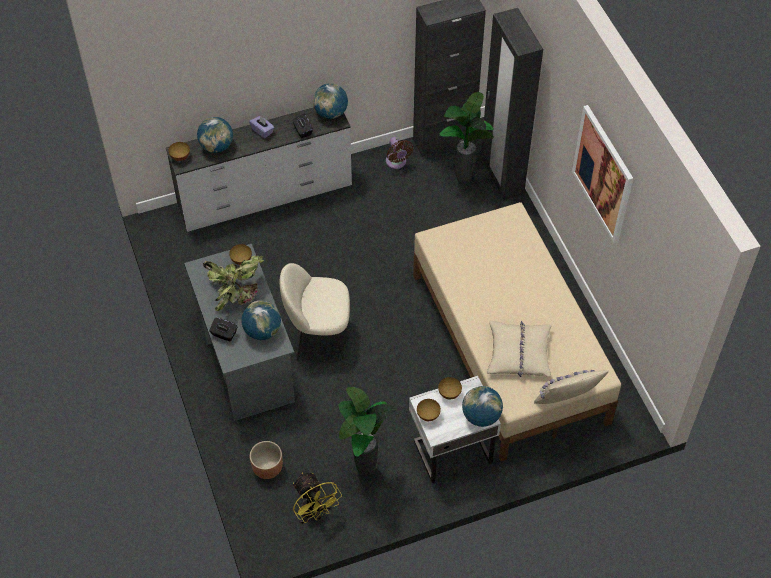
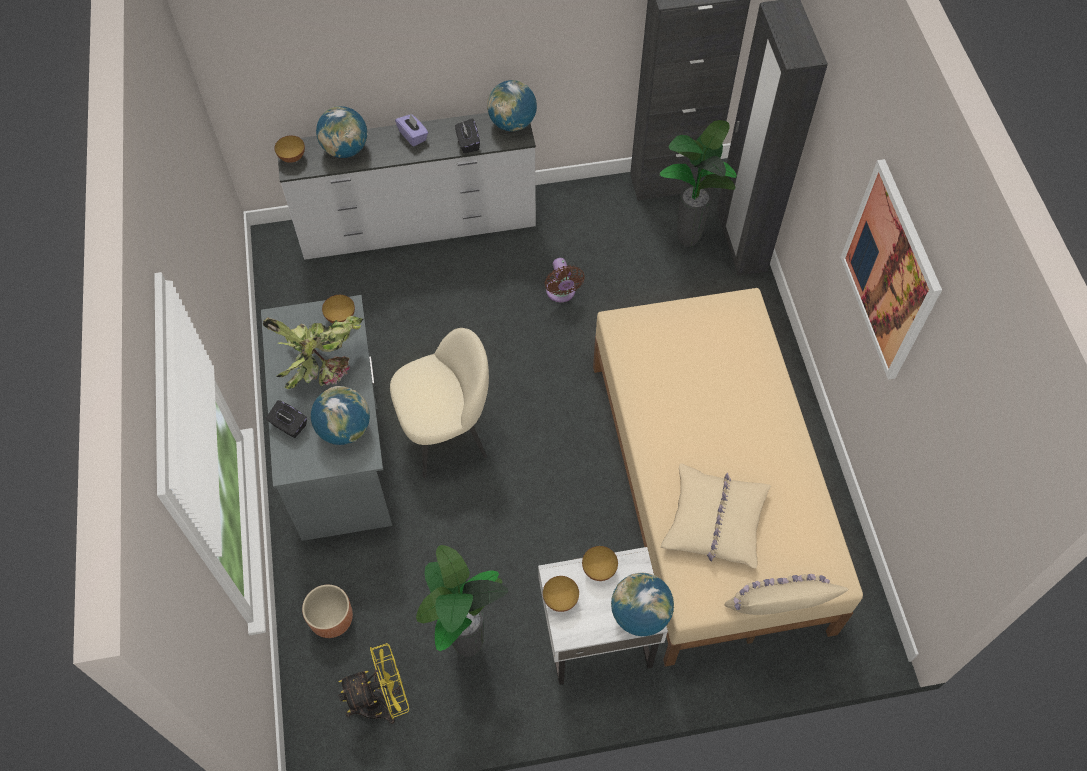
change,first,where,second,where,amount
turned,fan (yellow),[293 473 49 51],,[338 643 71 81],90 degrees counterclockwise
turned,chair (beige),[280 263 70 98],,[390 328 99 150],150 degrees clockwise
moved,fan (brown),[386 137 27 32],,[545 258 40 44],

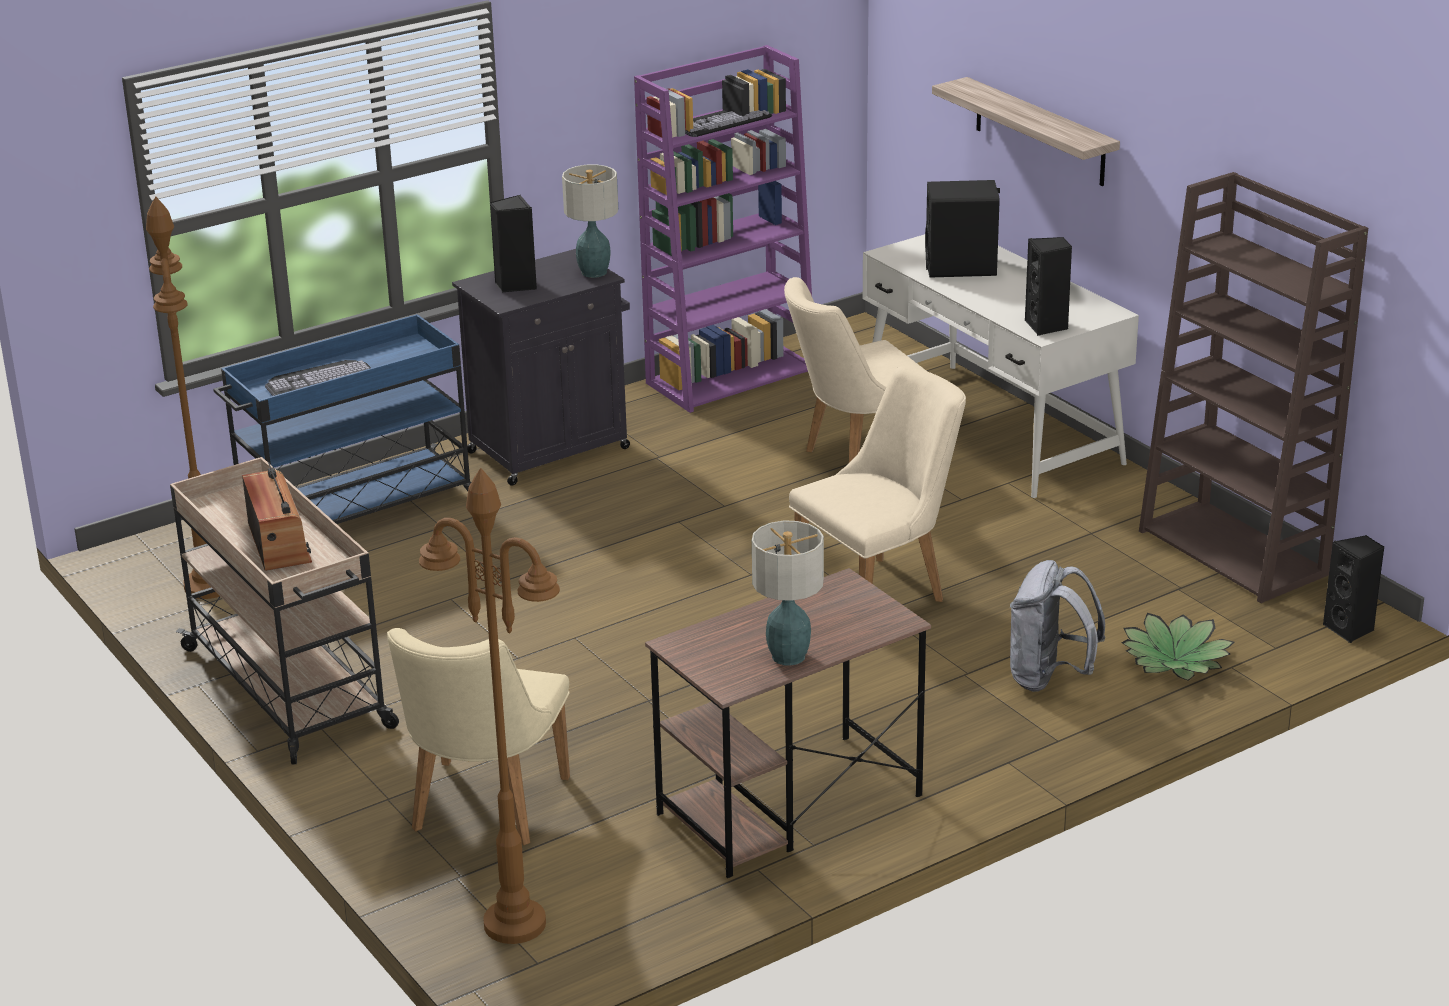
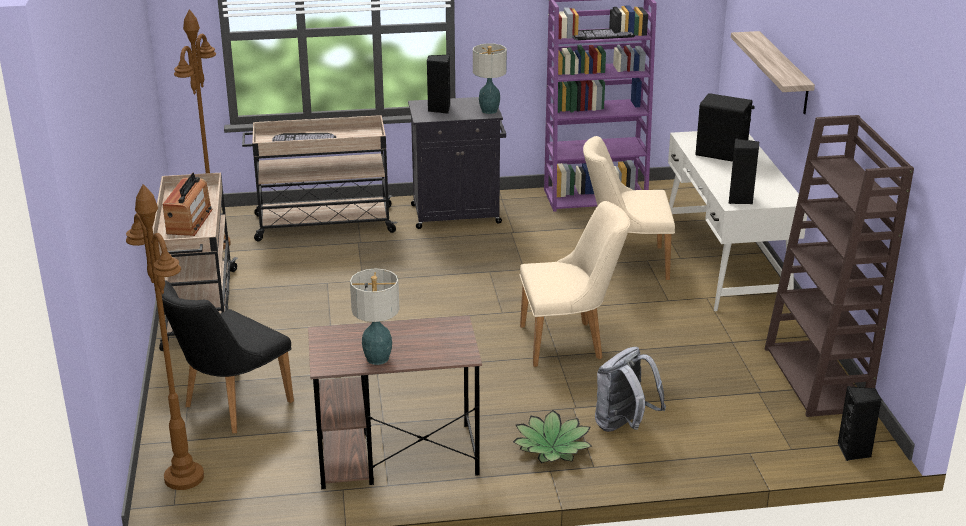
change,first,where,second,where,amount
recoloured,chair (beige),[387 628 183 217],chair (black),[162 280 132 153],
recoloured,cart (blue),[213 314 258 210],cart (beige),[242 115 155 127],
moved,potted plant,[1122 613 112 67],,[513 410 79 53],

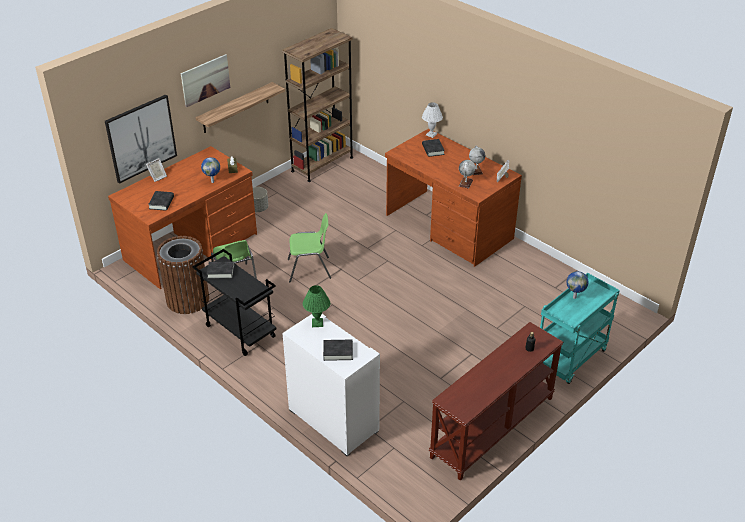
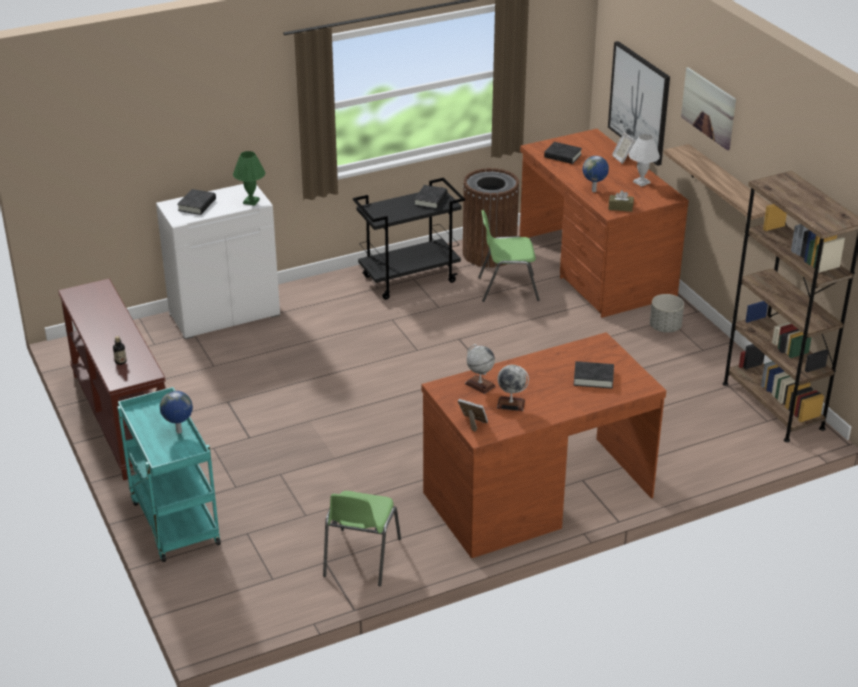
change,first,where,second,where,amount
moved,chair (green),[288 213 43 69],,[323 491 78 95],
moved,table lamp (white),[422 102 21 36],,[629 134 31 53],

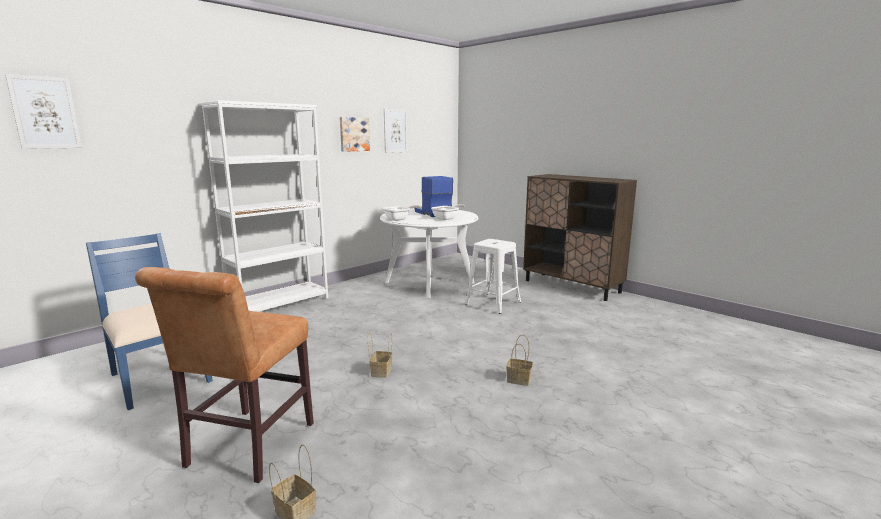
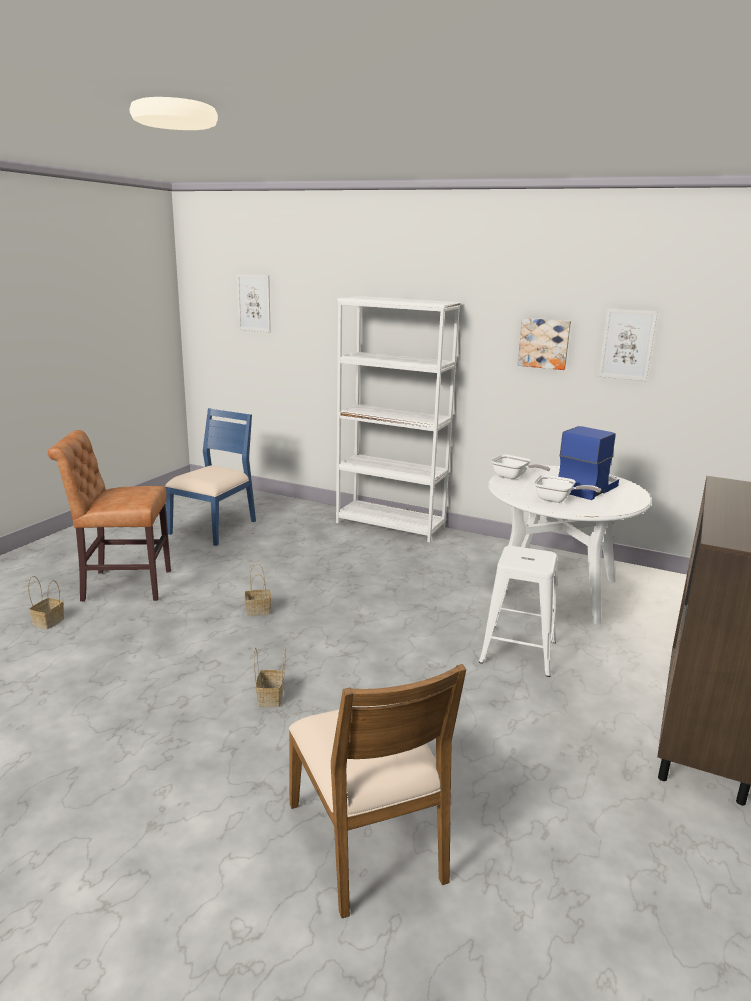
change,first,where,second,where,amount
added,,,chair (brown),[289 664 177 254],

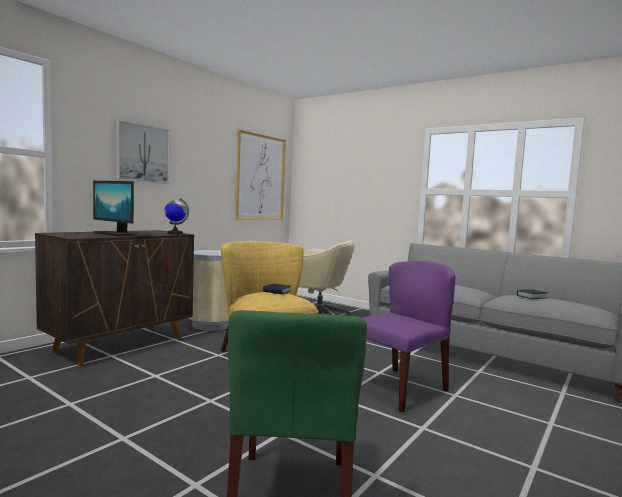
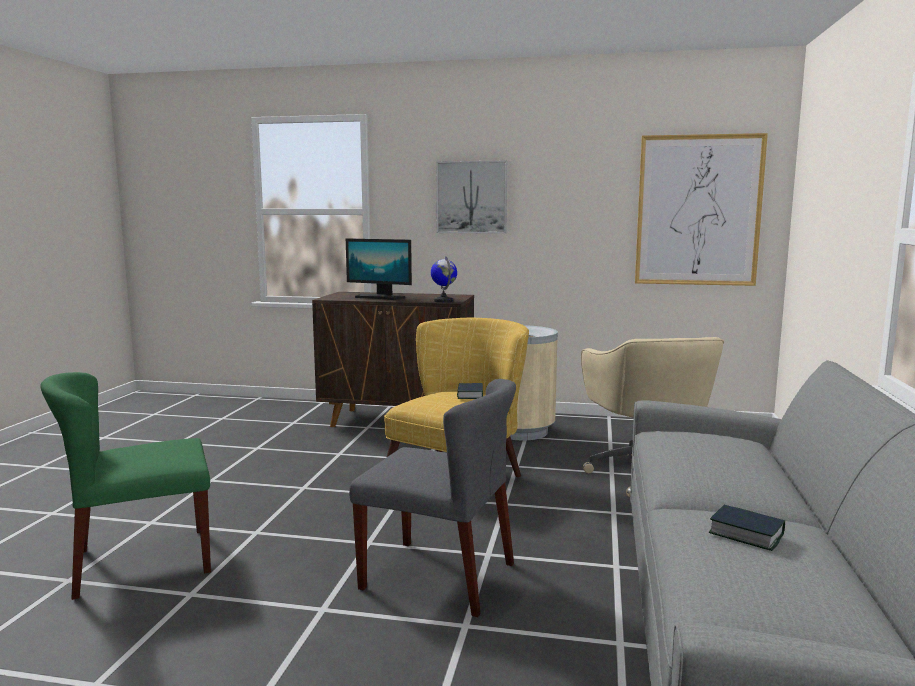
change,first,where,second,where,amount
turned,monitor,[93 181 41 55],,[346 238 66 62],75 degrees counterclockwise
recoloured,chair (purple),[362 261 93 152],chair (grey),[349 379 167 238],

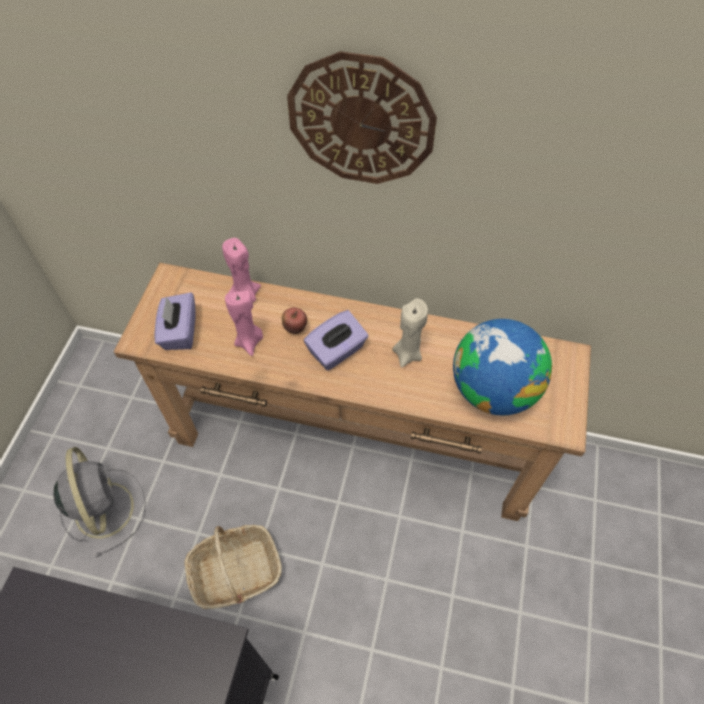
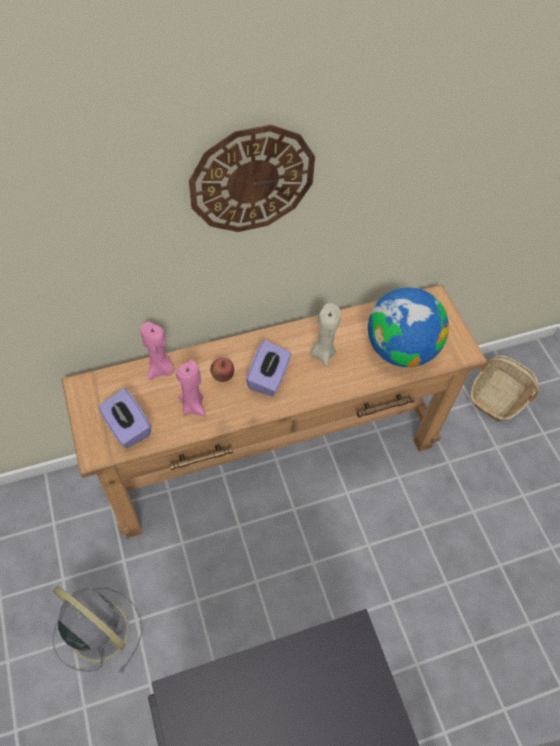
change,first,where,second,where,amount
moved,basket,[184 525 98 84],,[470 355 69 67],

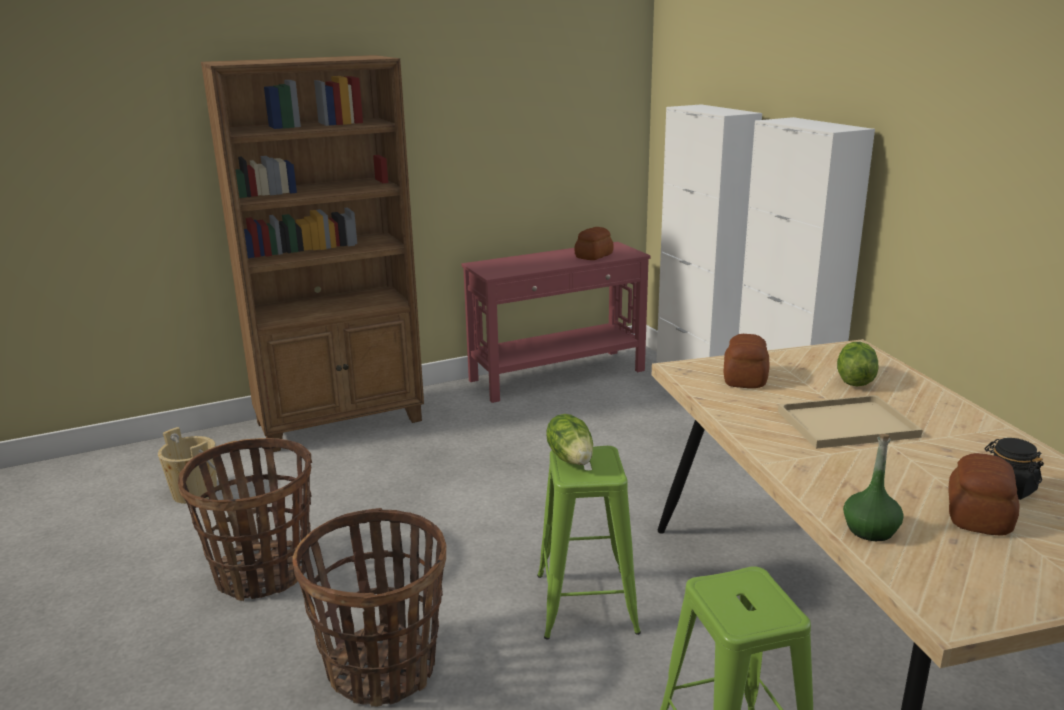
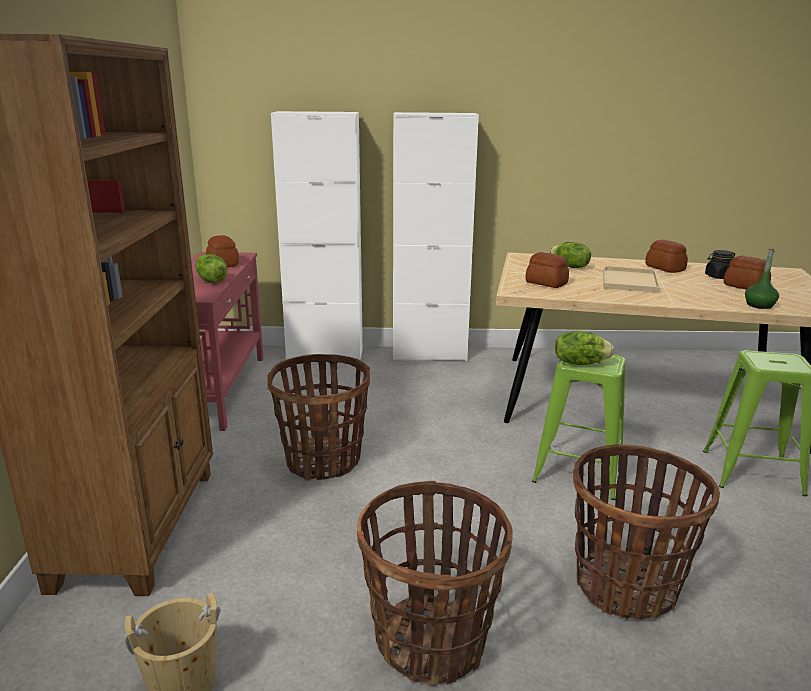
change,first,where,second,where,amount
added,,,lettuce,[195 254 33 29],
added,,,basket,[268 354 102 127],
added,,,bread,[645 240 43 33],

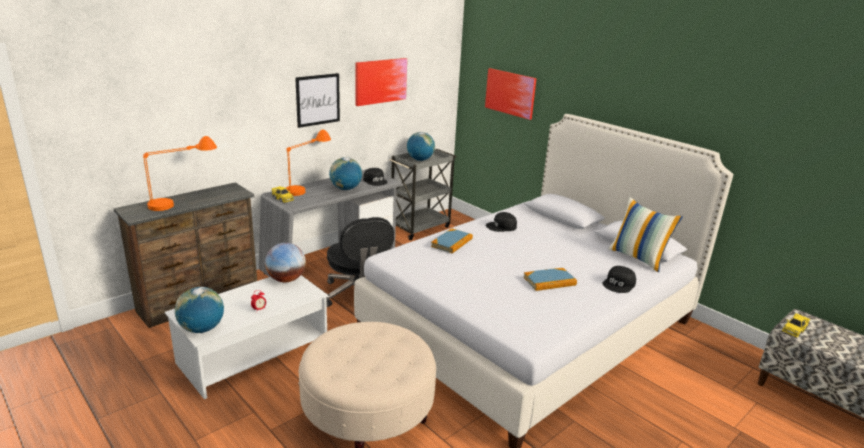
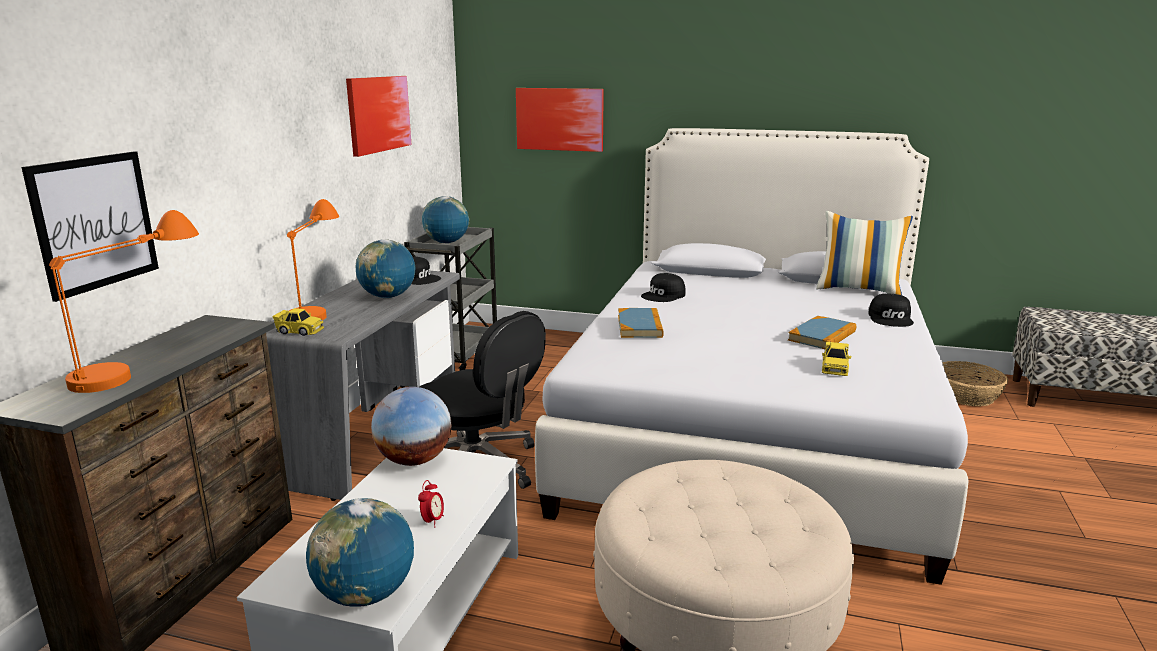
change,first,where,second,where,amount
moved,picture,[295 73 45 55],,[21 151 138 151],
moved,toy car (yellow),[782 313 28 24],,[822 342 29 34],
added,,,basket,[942 361 66 45],

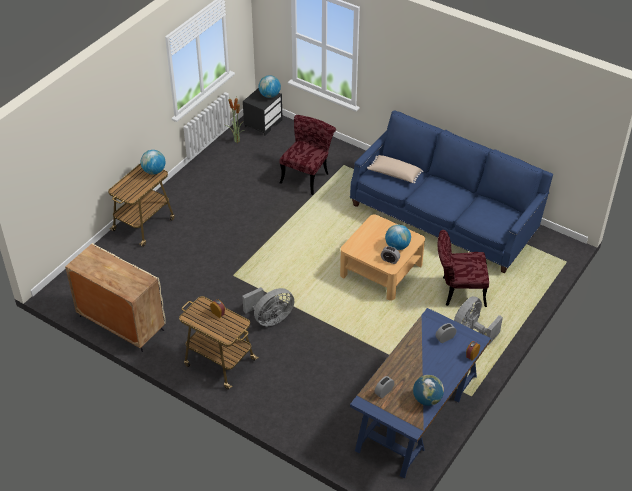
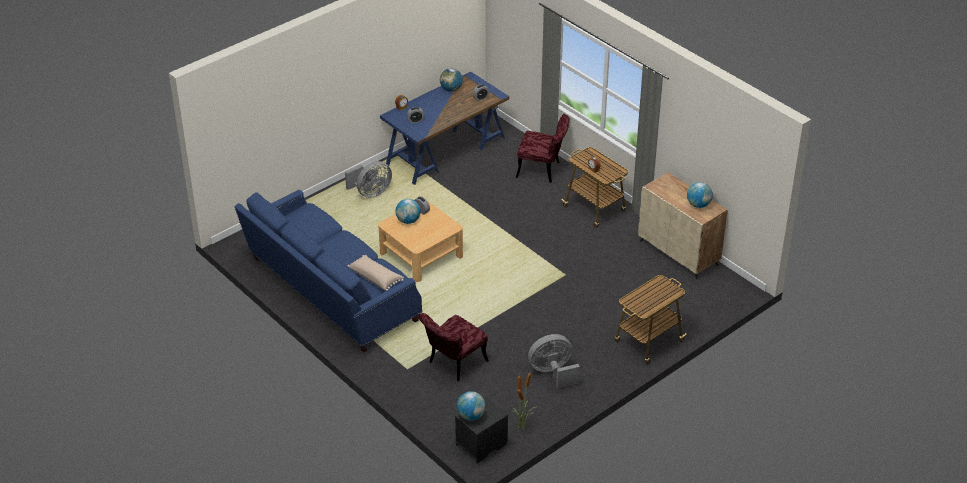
change,first,where,second,where,amount
moved,chair (red),[437 230 52 77],,[516 114 54 69],
moved,fan (grey),[242 287 52 39],,[528 334 52 55],
moved,globe,[141 150 25 25],,[687 182 26 26],

